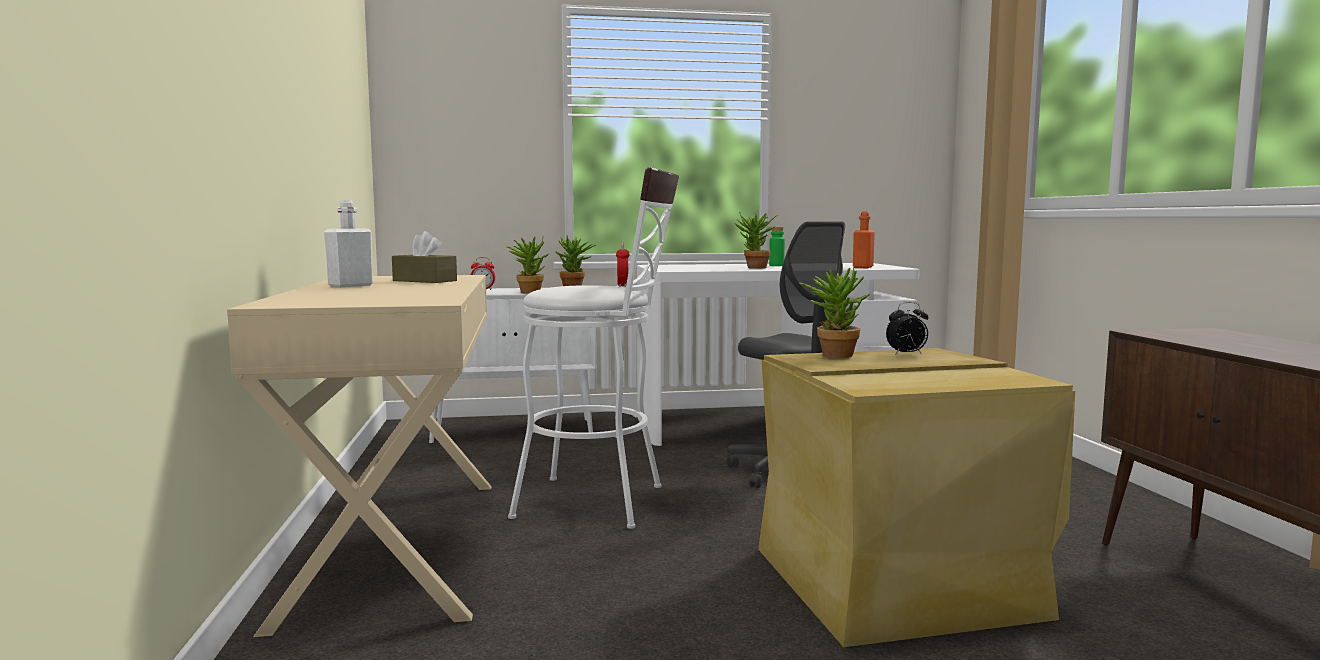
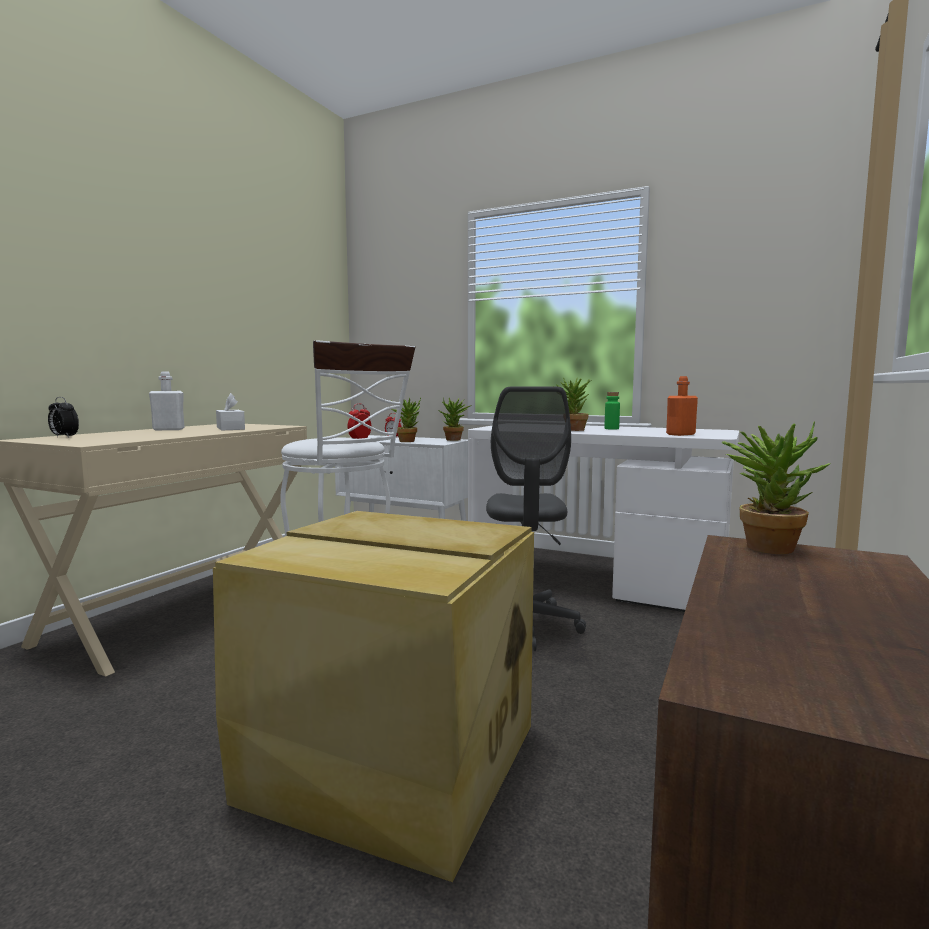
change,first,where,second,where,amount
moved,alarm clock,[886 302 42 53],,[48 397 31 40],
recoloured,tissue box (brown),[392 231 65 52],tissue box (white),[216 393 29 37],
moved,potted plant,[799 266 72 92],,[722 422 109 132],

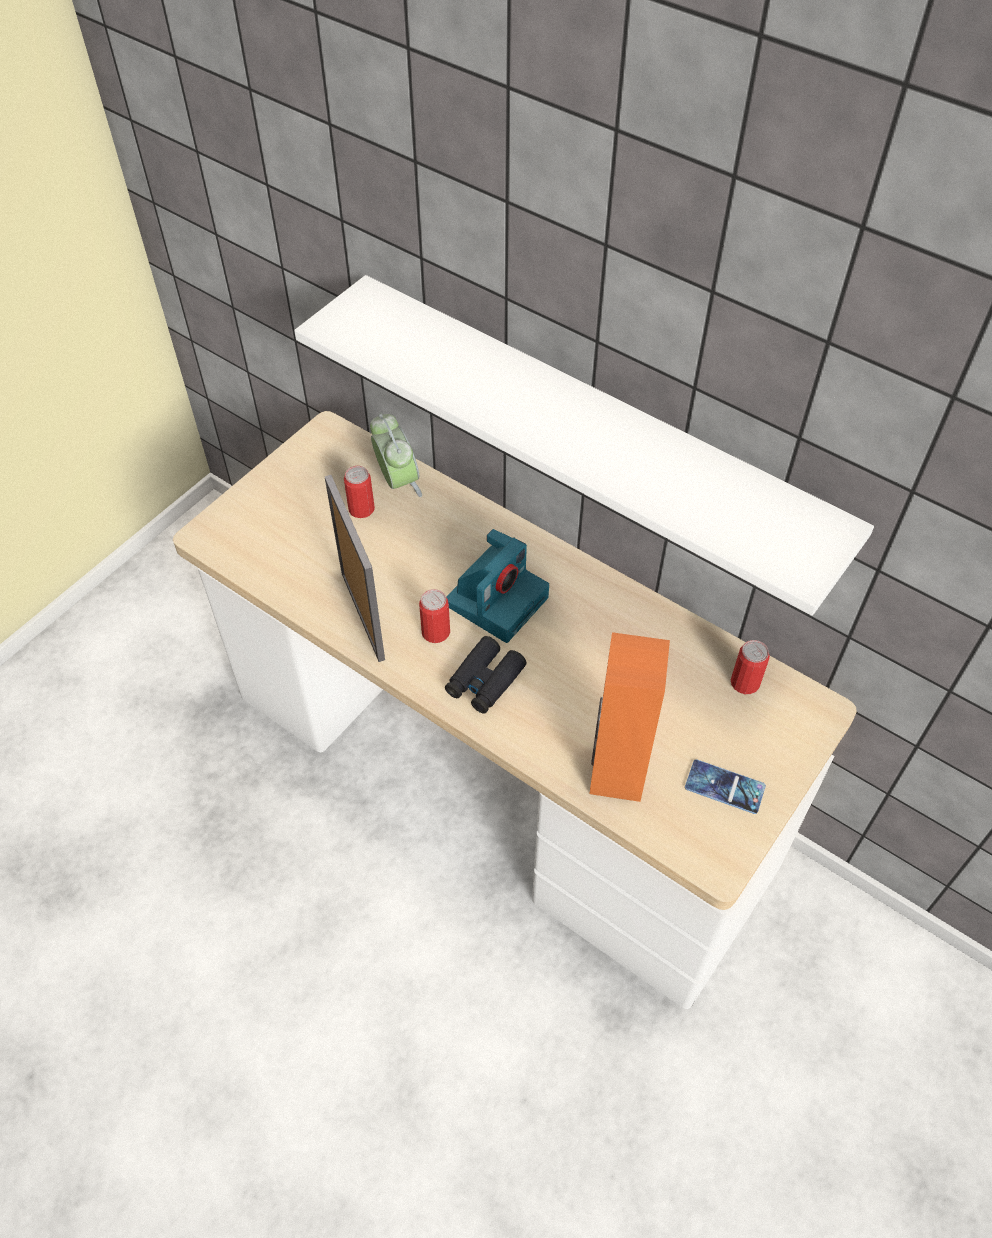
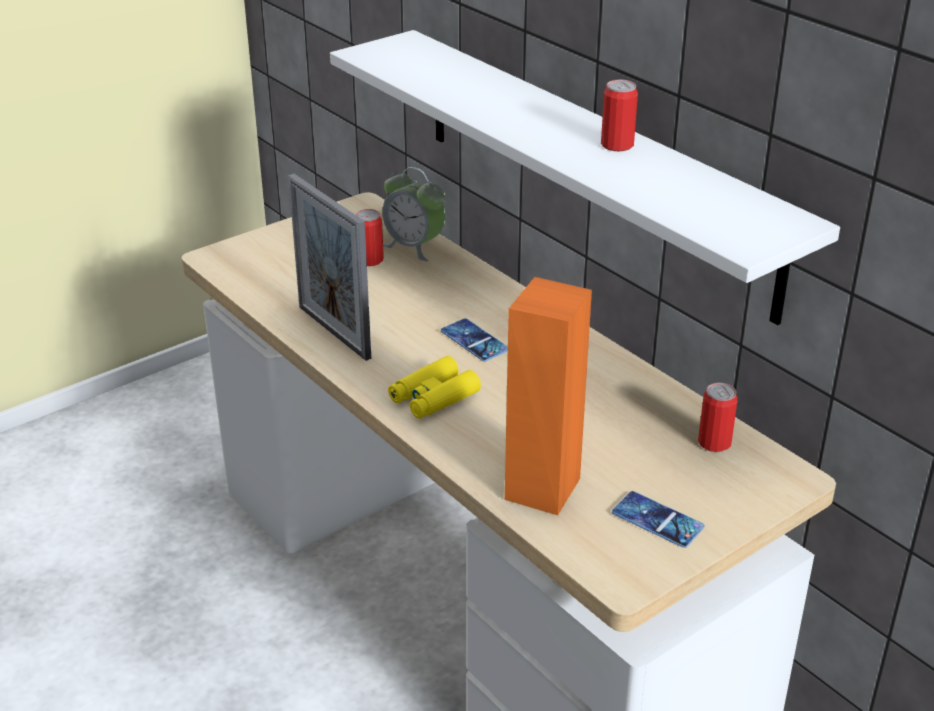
change,first,where,second,where,amount
turned,picture frame,[325 475 60 187],,[288 174 83 187],150 degrees clockwise
turned,alarm clock,[370 414 52 83],,[382 167 63 95],135 degrees clockwise
recoloured,binoculars (black),[445 636 82 78],binoculars (yellow),[388 356 93 63],
replaced,photo camera,[446 529 103 114],phone,[441 318 67 44],
moved,can,[419 589 31 54],,[601 80 37 71],

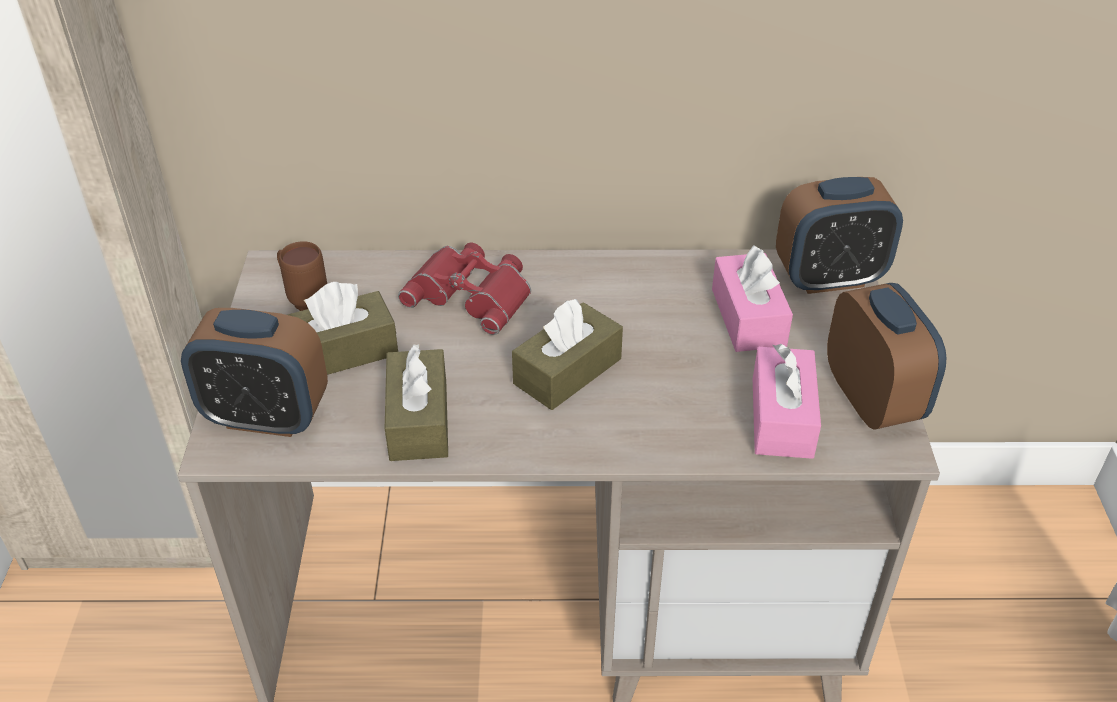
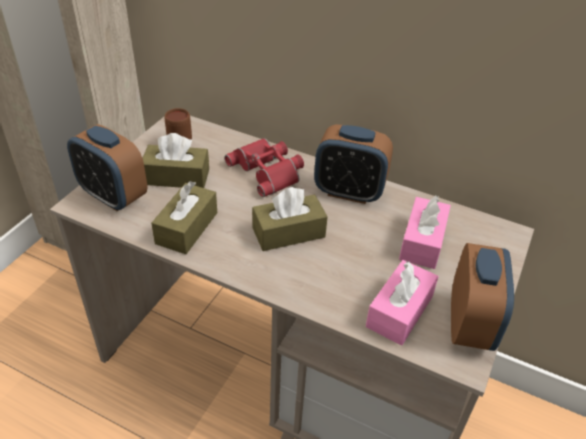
change,first,where,second,where,amount
moved,alarm clock,[776 177 127 117],,[314 124 79 80],

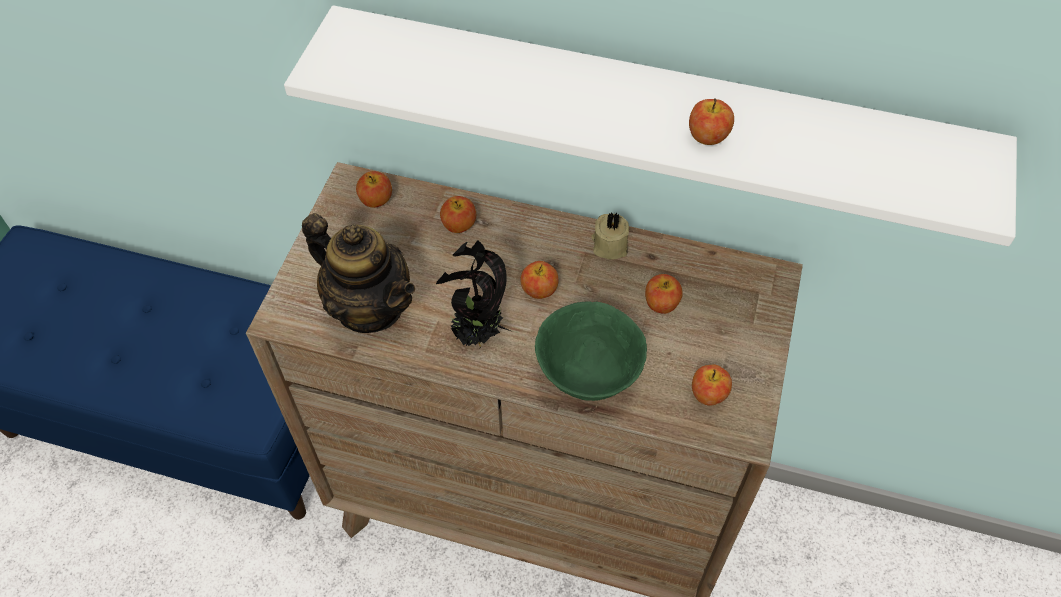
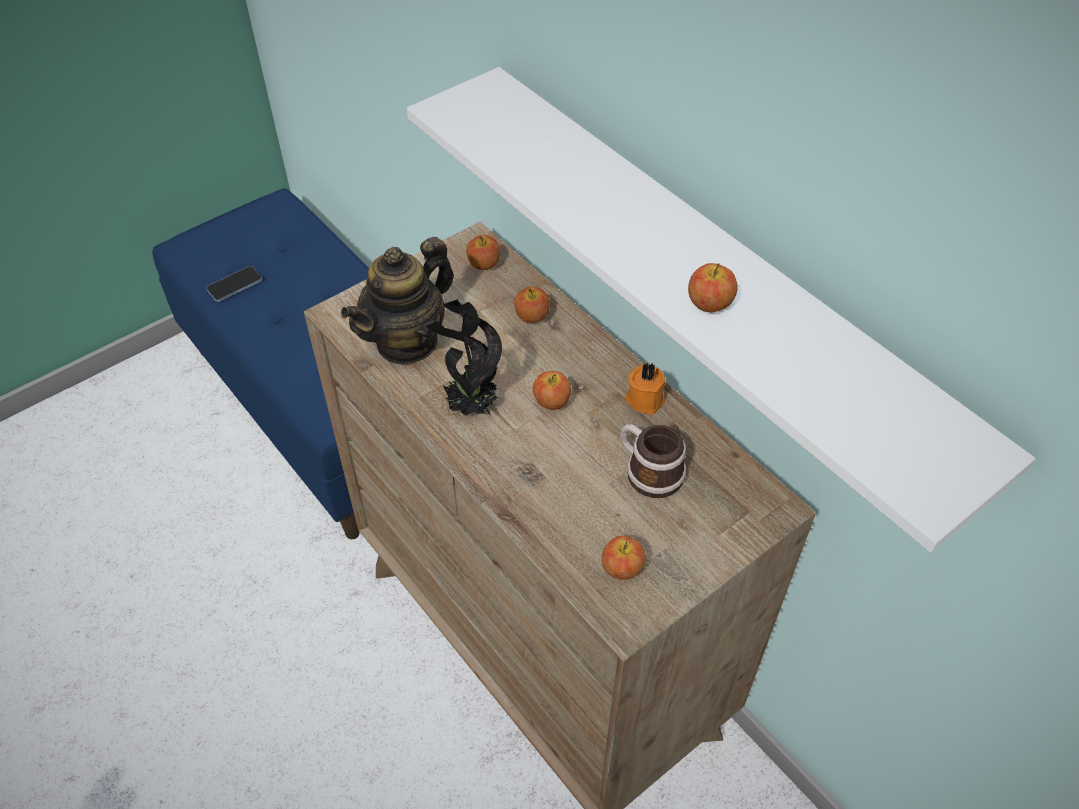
change,first,where,second,where,amount
added,,,phone,[206 266 56 36],
turned,teapot,[302 213 113 120],,[341 237 113 129],60 degrees clockwise
replaced,apple,[645 274 38 40],mug,[620 424 66 74],
recoloured,candle (beige),[592 212 37 48],candle (orange),[625 363 40 52],
removed,bowl (green),[535 301 112 100],,,

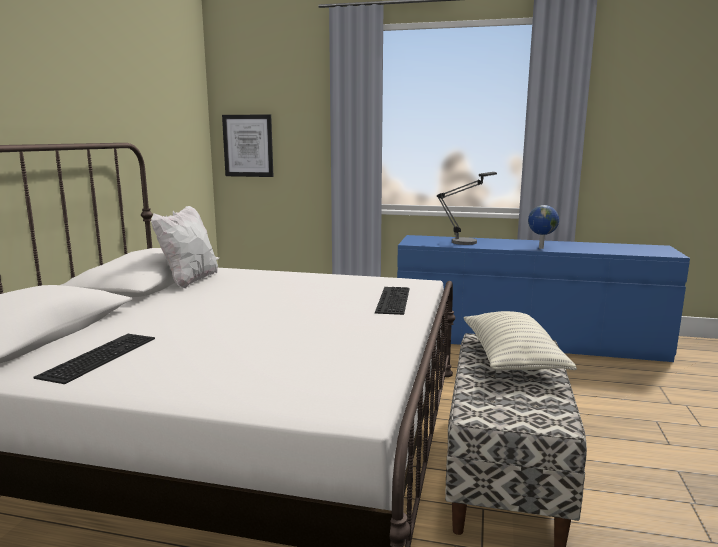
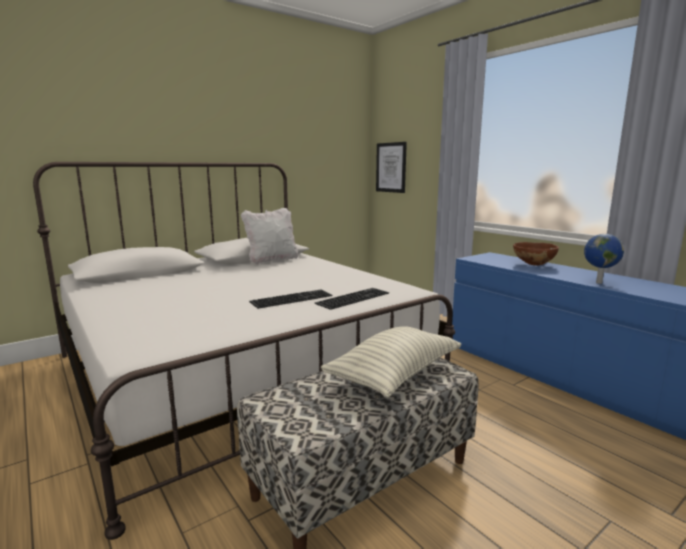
change,first,where,second,where,amount
moved,keyboard,[34 334 121 50],,[249 289 83 20],
replaced,table lamp,[437 172 60 73],bowl (brown),[513 242 46 24],

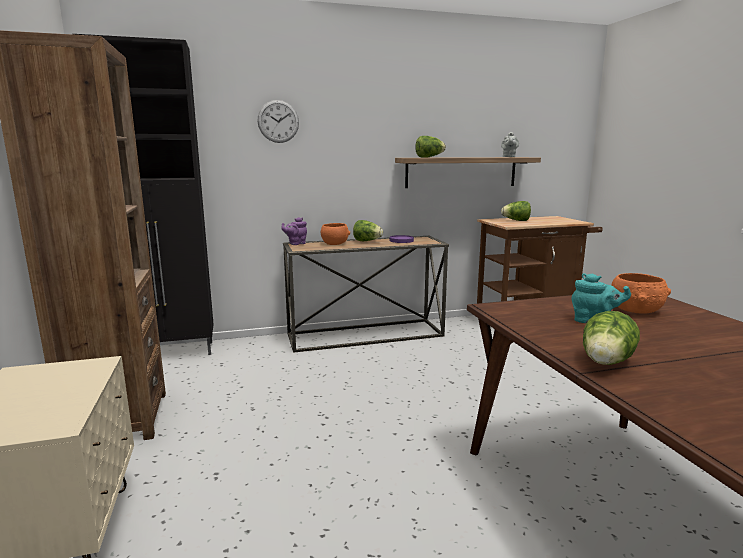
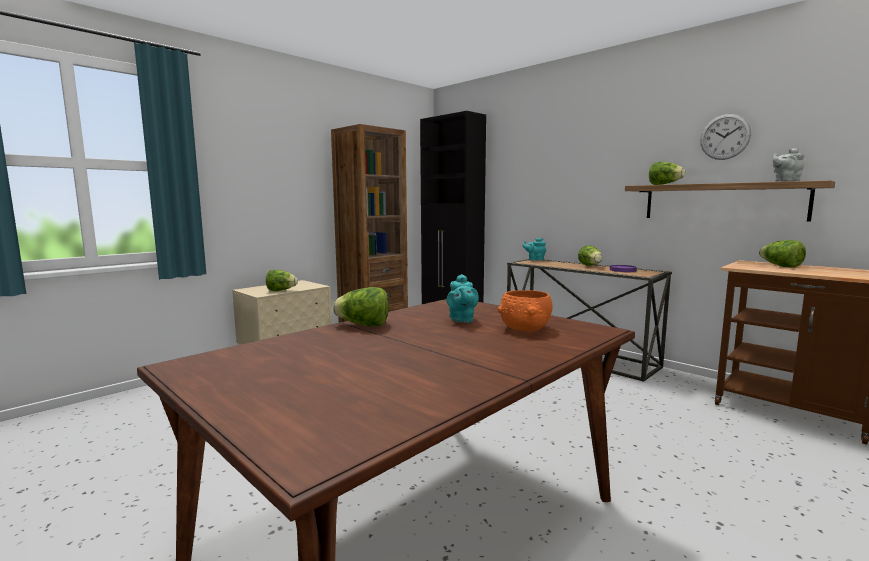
change,first,where,second,where,amount
added,,,lettuce,[266 270 32 21],
recoloured,teapot (purple),[281 217 26 28],teapot (turquoise),[522 238 24 23],
moved,wall clock,[258 100 41 43],,[700 114 51 46],
removed,bowl (orange),[321 223 29 22],,,

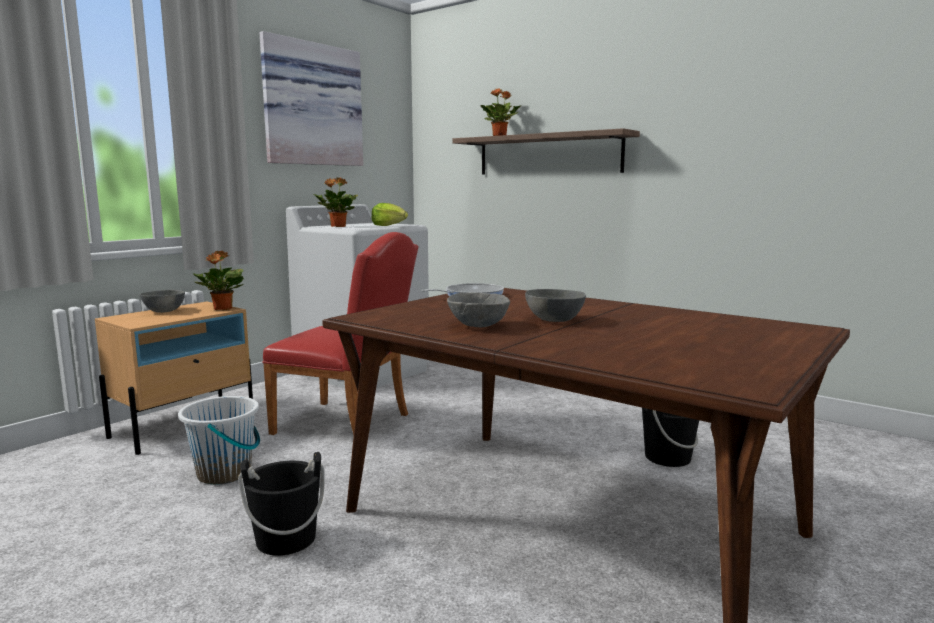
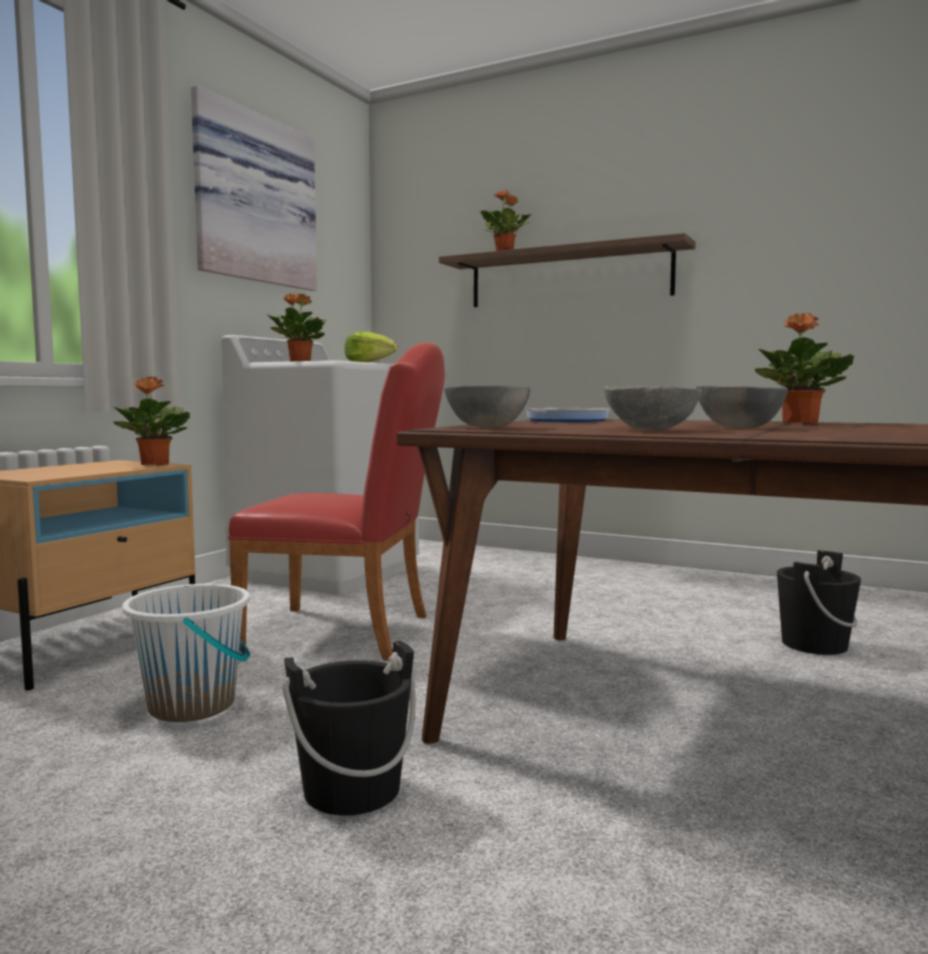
change,first,where,second,where,amount
moved,bowl (grey),[139 290 46 23],,[444 386 86 42],
added,,,potted plant,[754 313 100 111],

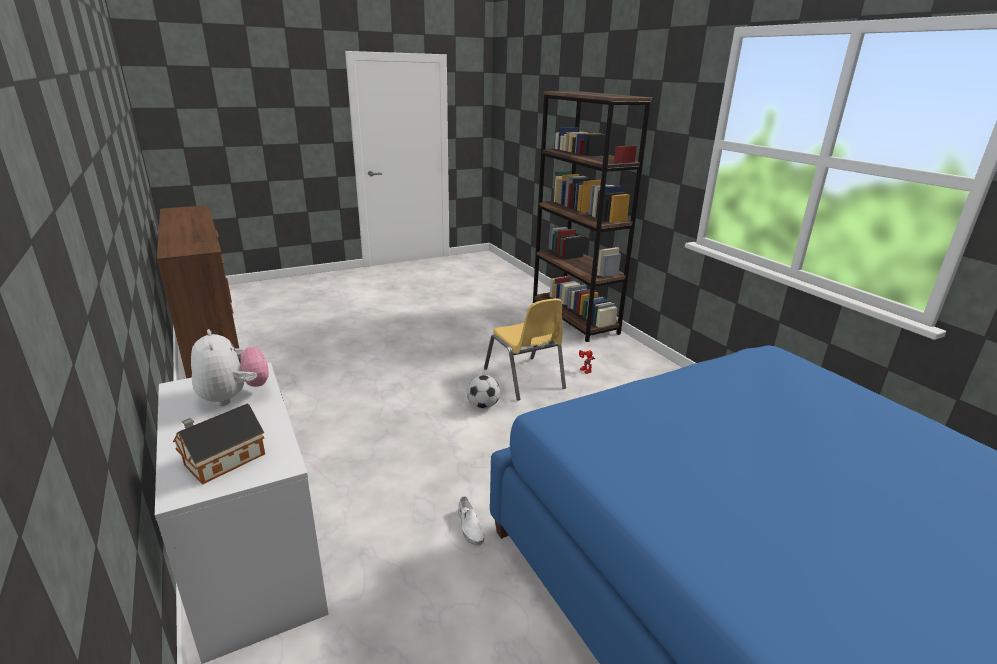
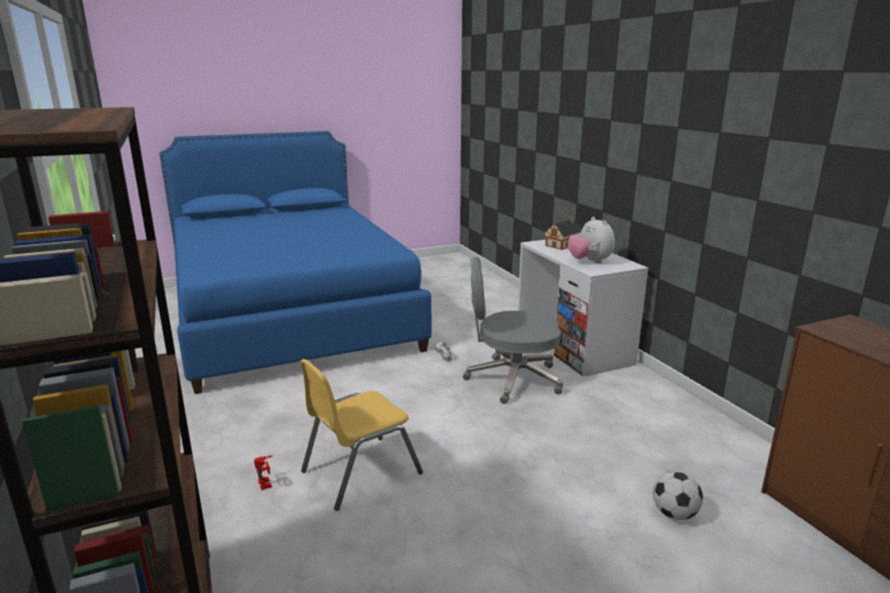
change,first,where,second,where,amount
turned,chair (yellow),[484 298 82 103],,[300 359 123 152],105 degrees counterclockwise
added,,,office chair (grey),[463 257 100 147],
moved,football,[467 375 33 34],,[653 471 50 49],

